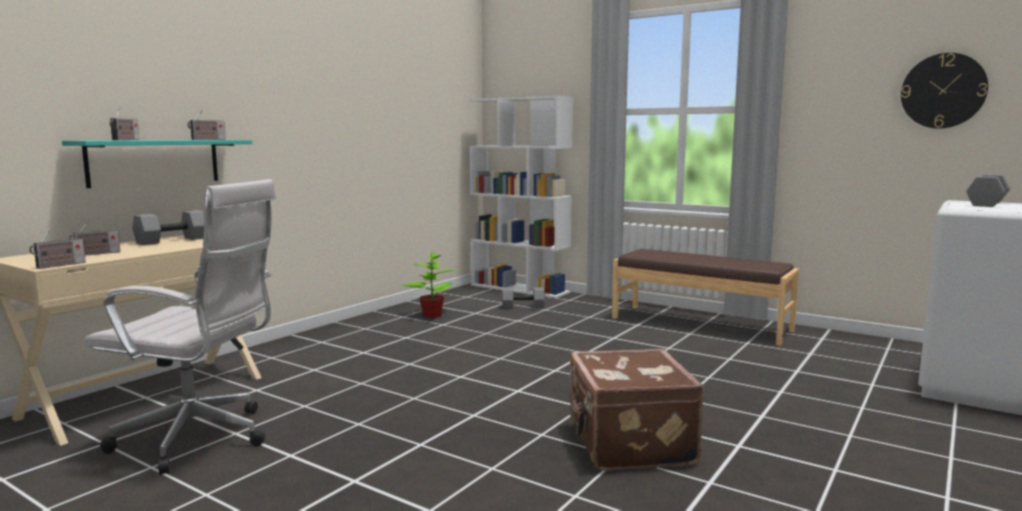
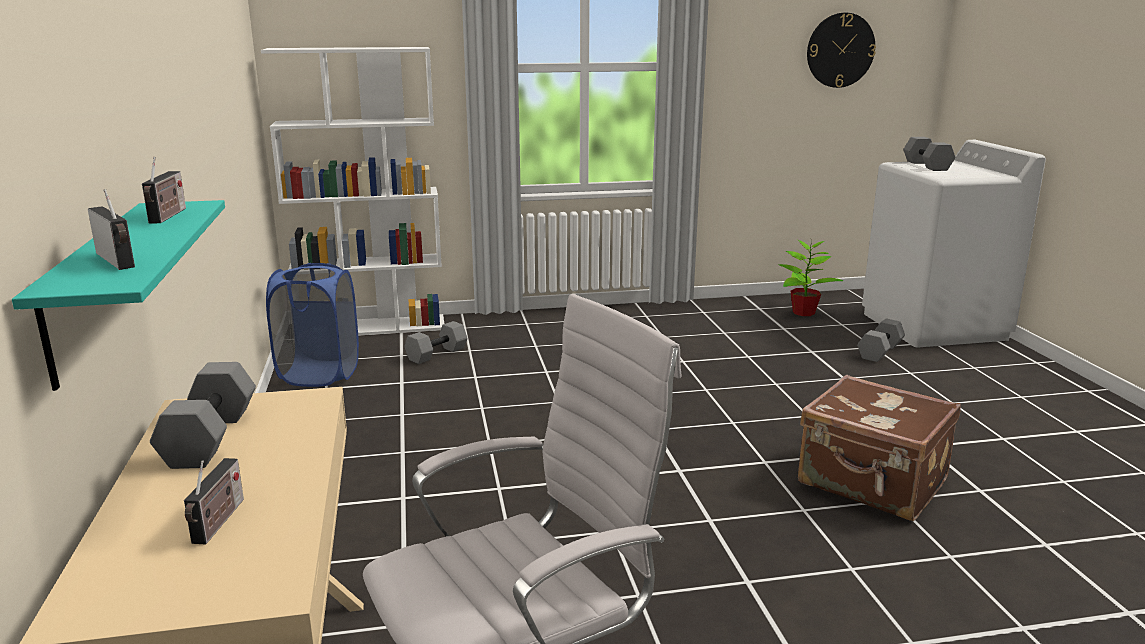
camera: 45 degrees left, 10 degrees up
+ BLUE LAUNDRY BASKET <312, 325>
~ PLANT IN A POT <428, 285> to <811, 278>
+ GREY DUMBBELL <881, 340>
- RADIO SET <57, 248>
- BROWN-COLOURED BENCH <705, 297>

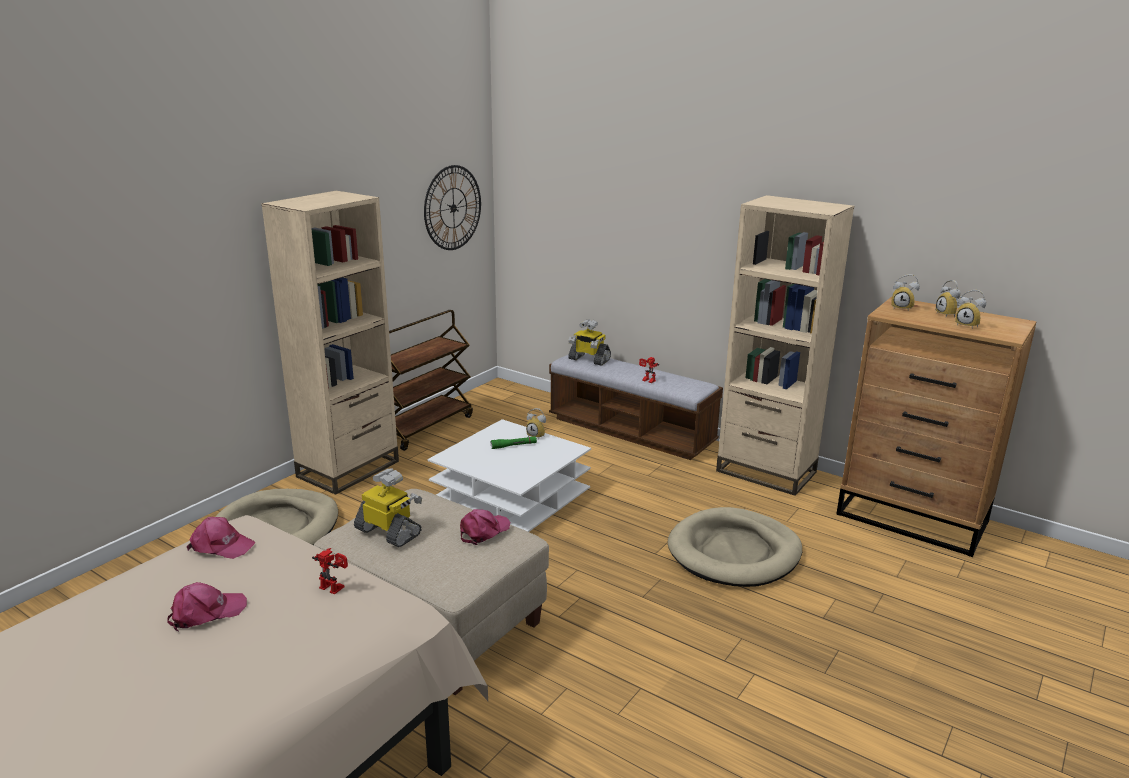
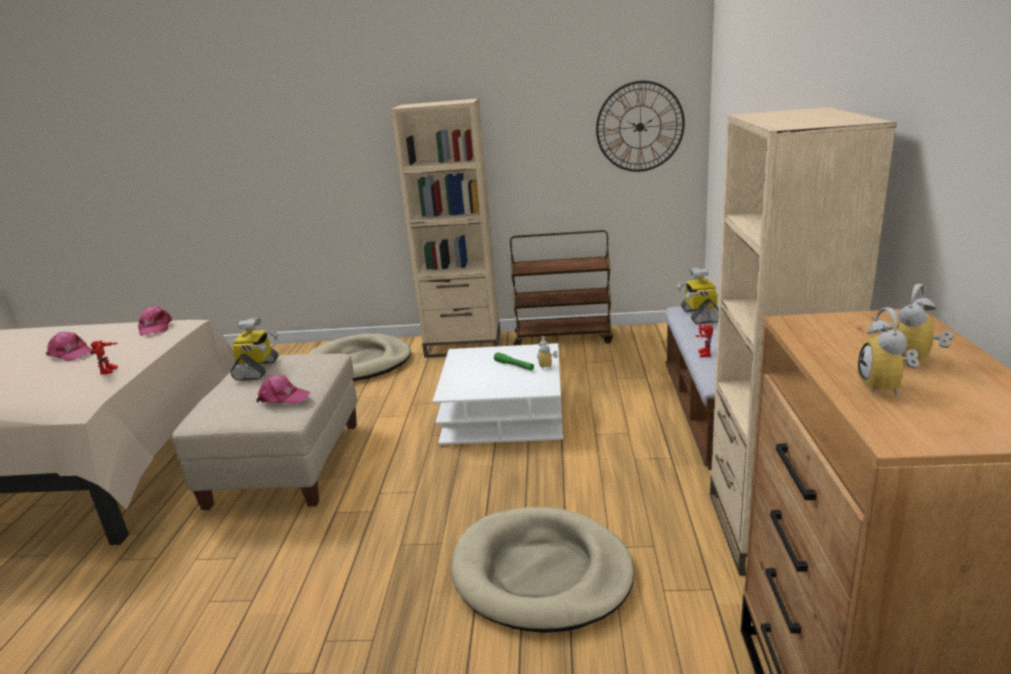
camera: 60 degrees right, 0 degrees up
- TABLE CLOCK <905, 291>

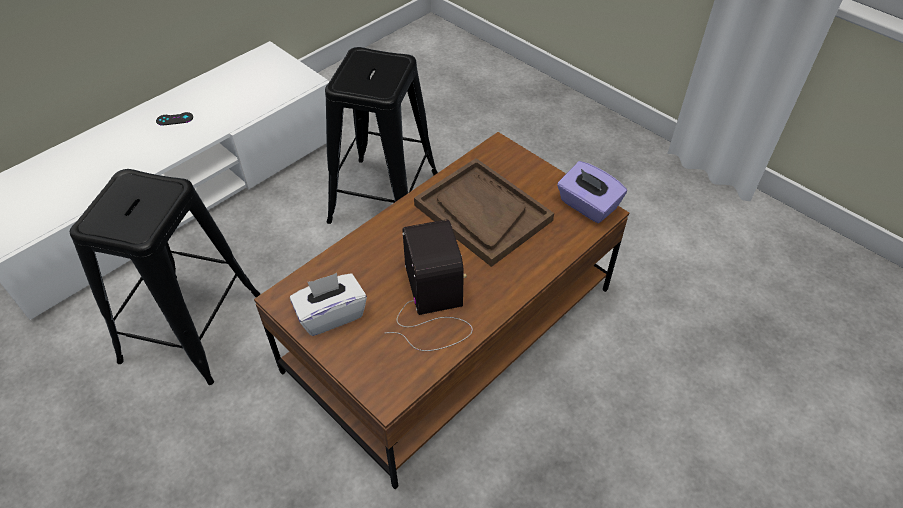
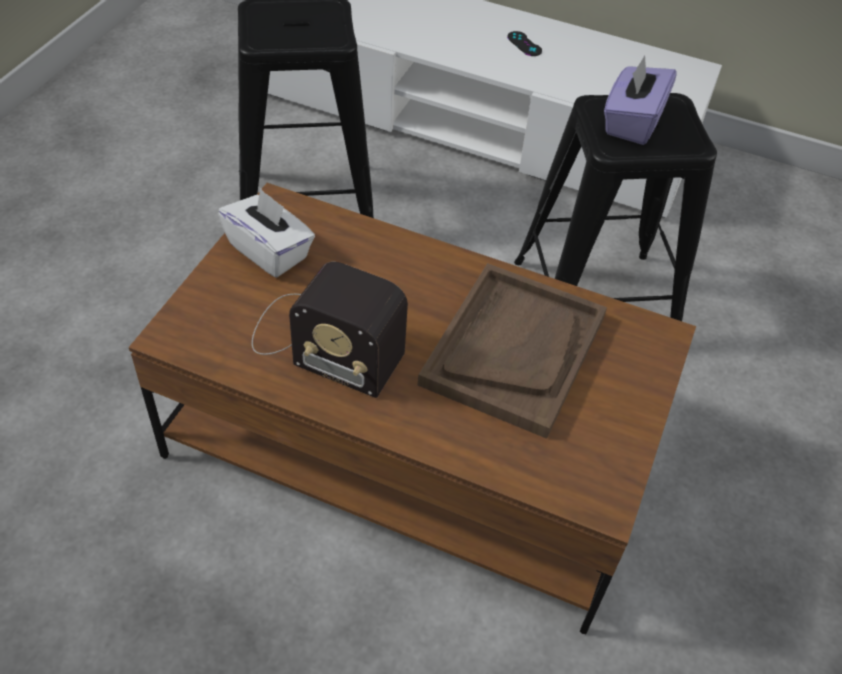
camera: 65 degrees right, 0 degrees up
~ RADIO SET <429, 285> = <330, 330> 60 degrees clockwise
~ PURPLISH BOX OF TISSUES <592, 192> to <640, 100>

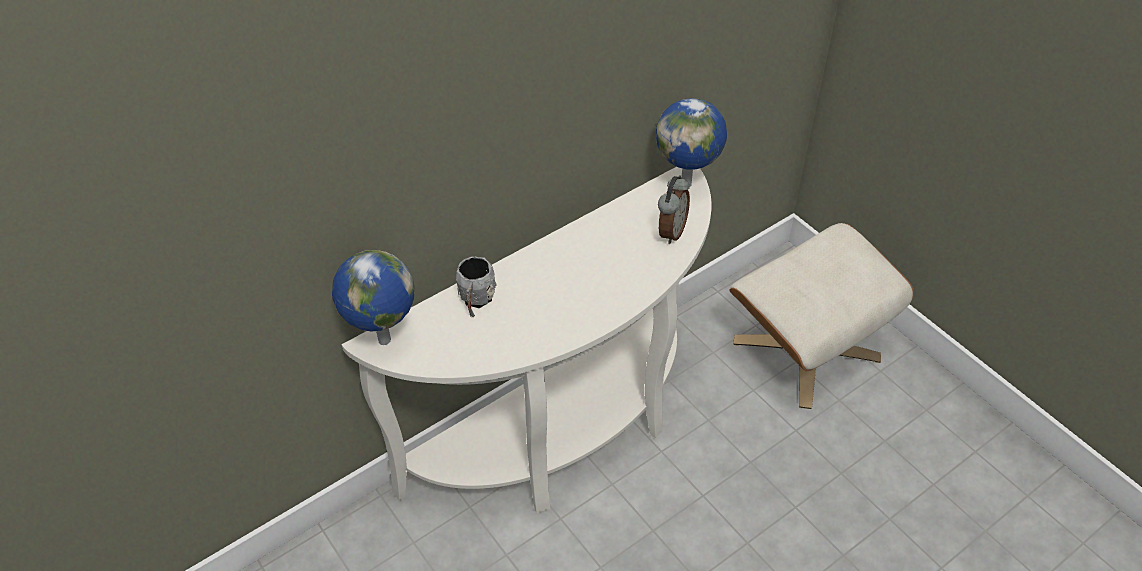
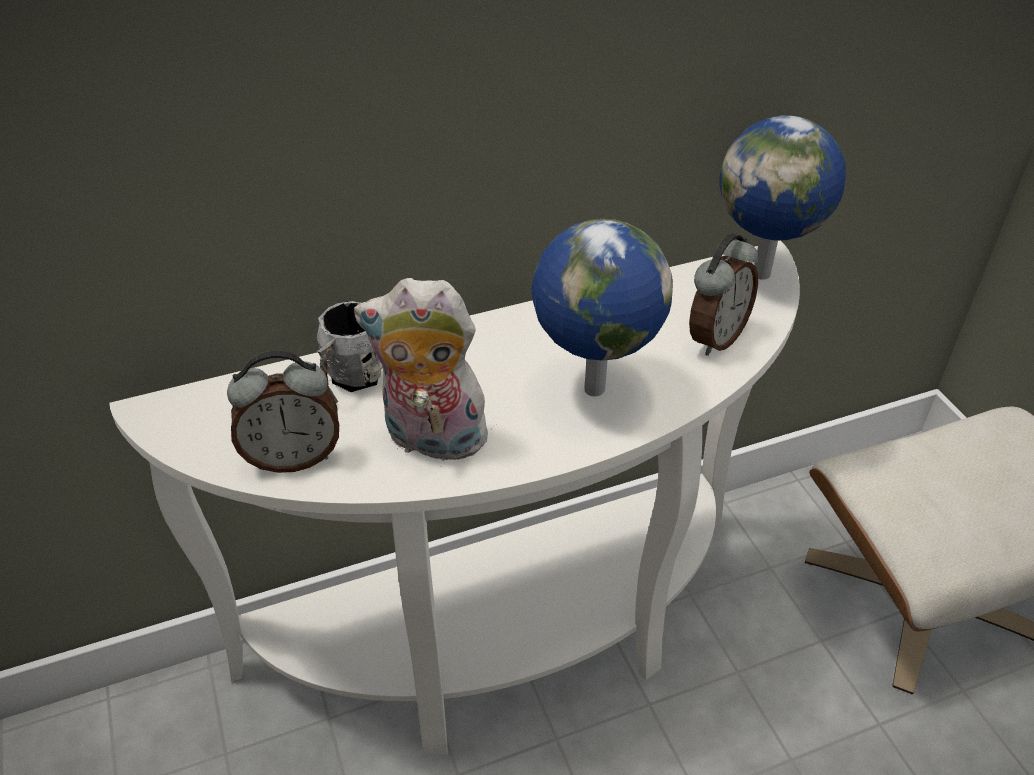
camera: 15 degrees right, 5 degrees down
+ TABLE CLOCK <283, 412>
+ PLUSH TOY <423, 372>
~ GLOBE <373, 297> to <602, 307>

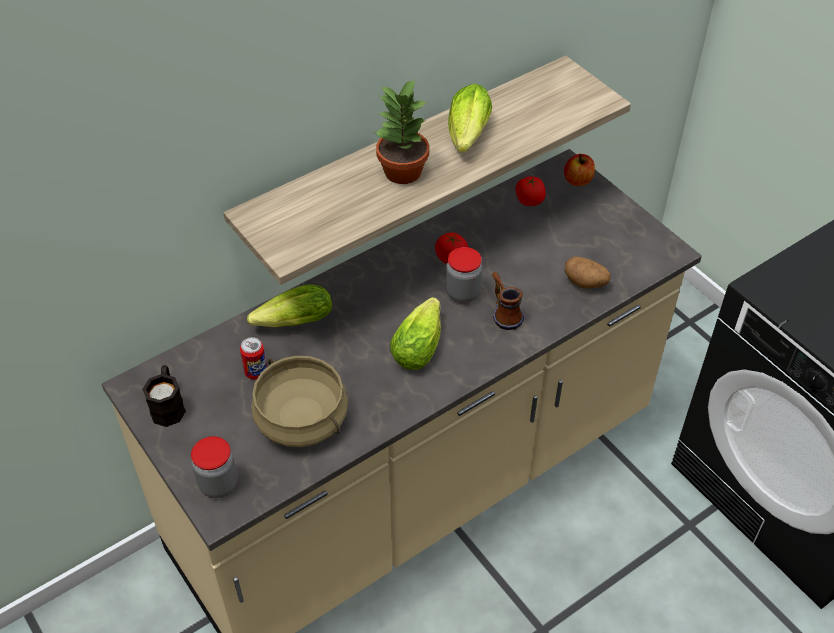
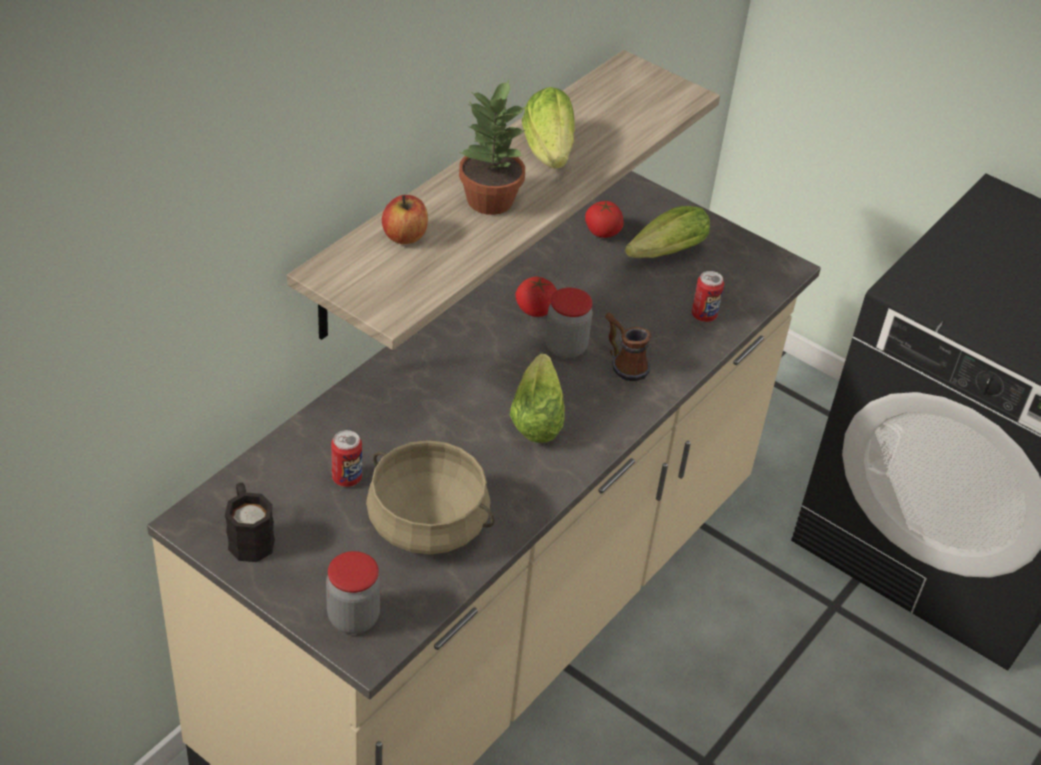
camera: 20 degrees left, 5 degrees down
~ APPLE <579, 170> to <405, 219>
~ LETTUCE HEAD <289, 305> to <667, 232>
~ SPUD <588, 272> to METAL CAN <707, 296>

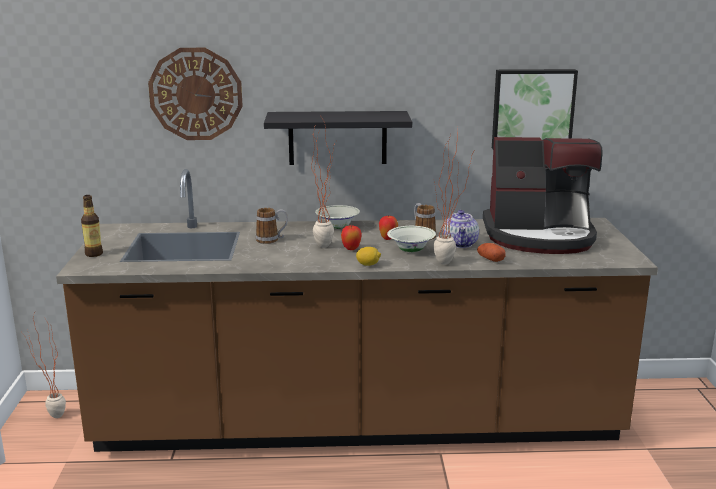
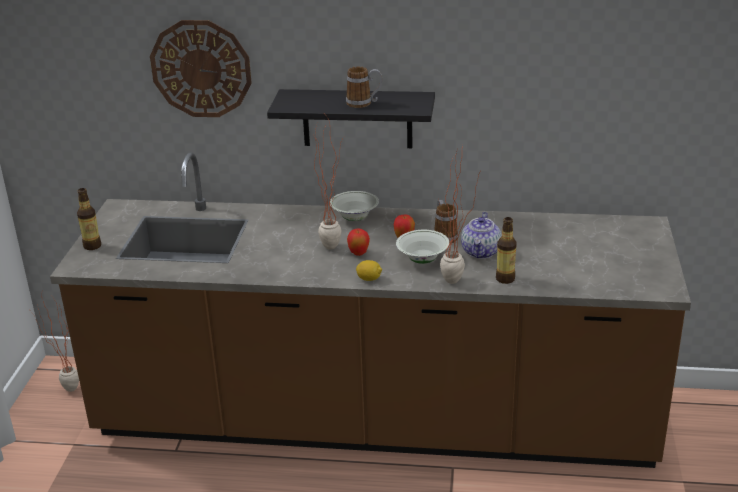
camera: 10 degrees right, 10 degrees up
~ TEA MUG <272, 226> to <364, 87>
~ SPUD <491, 252> to DRINK BOTTLE <506, 250>
- COFFEE MACHINE <542, 195>
- PICTURE <535, 109>

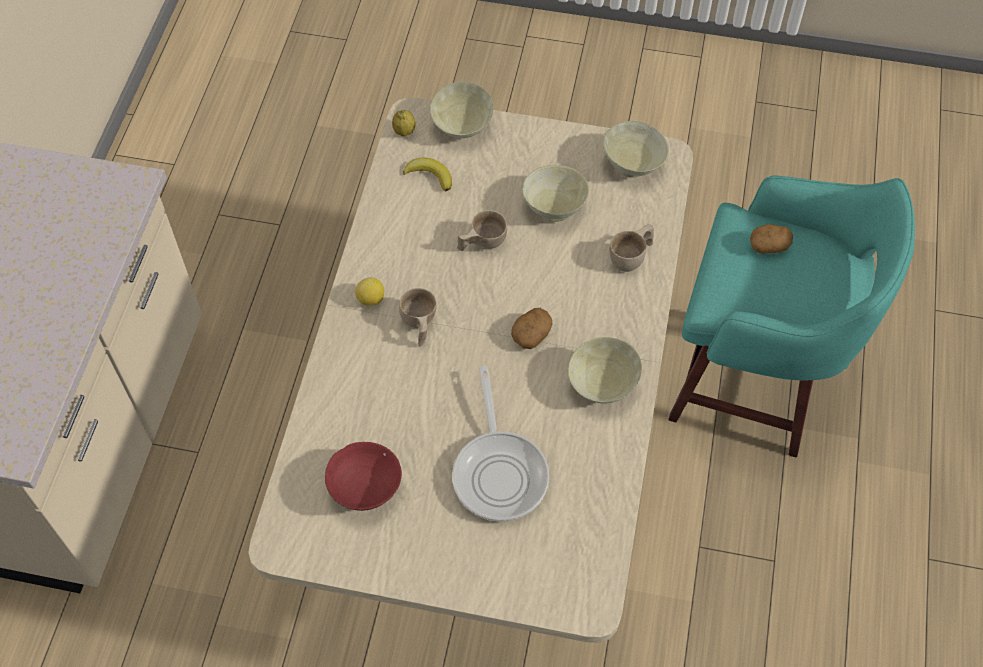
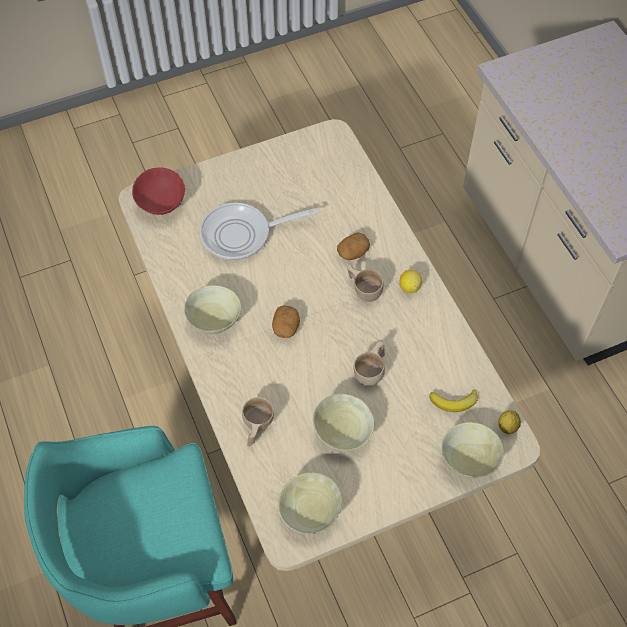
camera: 145 degrees right, 0 degrees up
~ RED-COLOURED BOWL <363, 476> to <158, 191>
~ FRYING PAN <500, 444> = <259, 231> 60 degrees counterclockwise
~ SPUD <771, 239> to <353, 246>

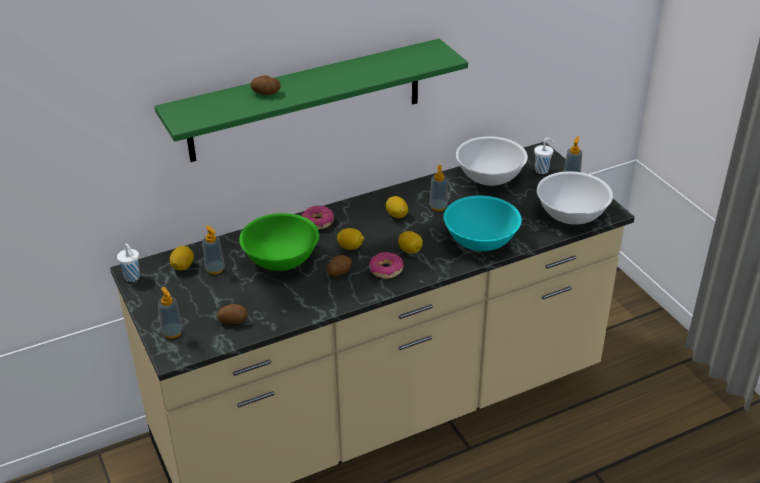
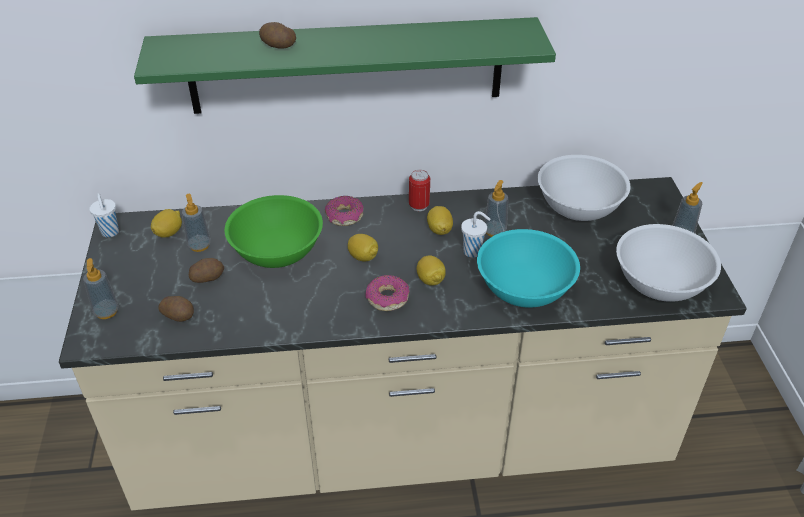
camera: 20 degrees right, 5 degrees up
~ SPUD <339, 266> to <206, 270>
+ METAL CAN <419, 190>
~ WHITISH SMALL CUP <544, 156> to <476, 234>

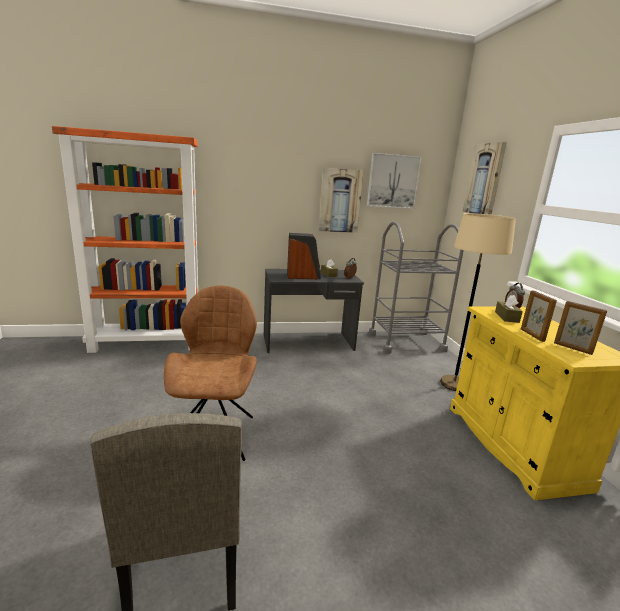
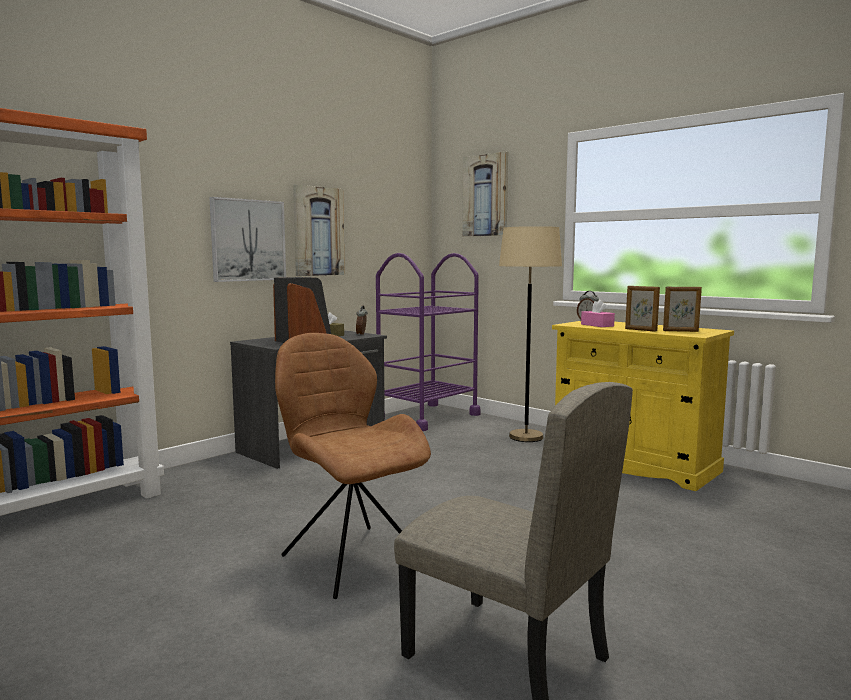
camera: 35 degrees left, 10 degrees down
~ PICTURE <394, 181> to <247, 239>
~ GREY TROLLEY <416, 288> to PURPLISH TROLLEY <428, 342>
~ BROWN-COLOURED BOX OF TISSUES <509, 309> to PINK-COLOURED BOX OF TISSUES <598, 313>

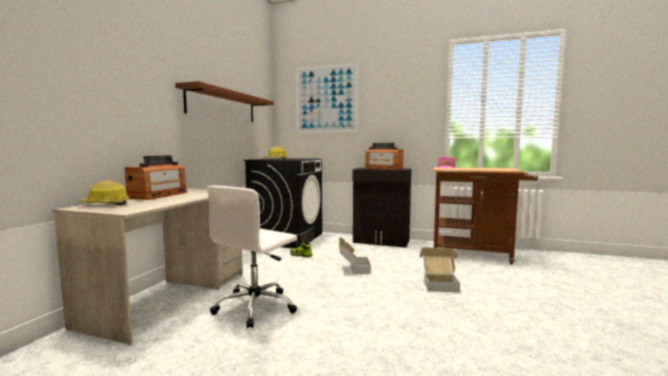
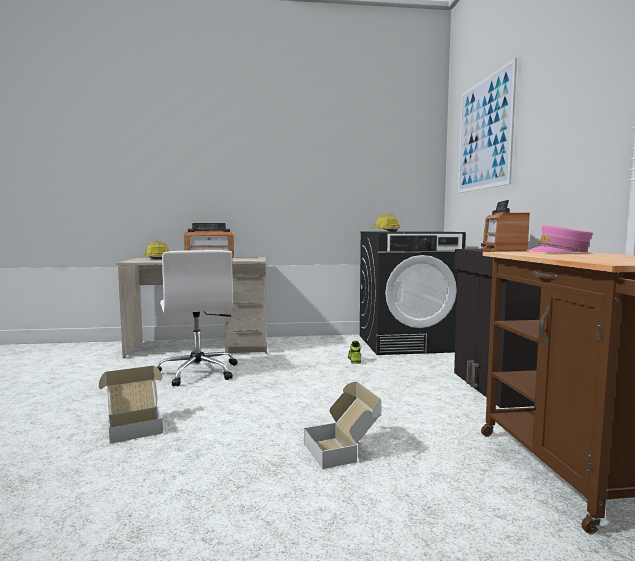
camera: 65 degrees right, 0 degrees up
~ PACKING BOX <355, 256> to <131, 405>
~ WHITISH COMPUTER CHAIR <252, 256> = <197, 318> 120 degrees counterclockwise
- BROWN-COLOURED BRACKET SHELF <224, 101>

